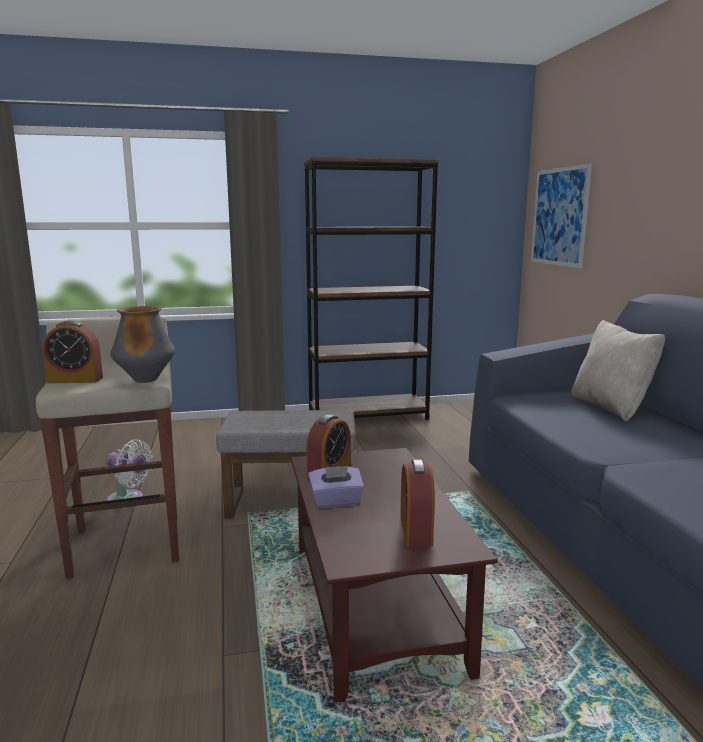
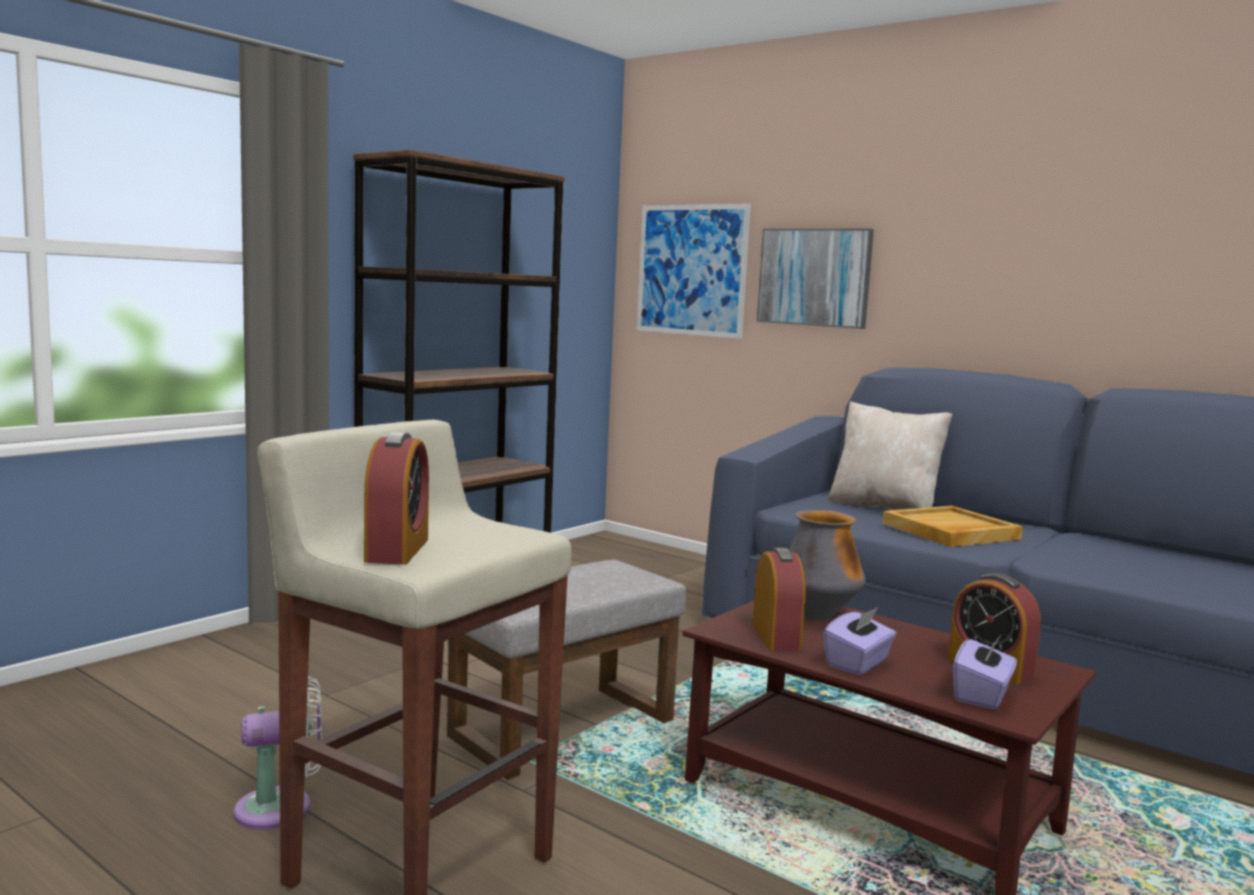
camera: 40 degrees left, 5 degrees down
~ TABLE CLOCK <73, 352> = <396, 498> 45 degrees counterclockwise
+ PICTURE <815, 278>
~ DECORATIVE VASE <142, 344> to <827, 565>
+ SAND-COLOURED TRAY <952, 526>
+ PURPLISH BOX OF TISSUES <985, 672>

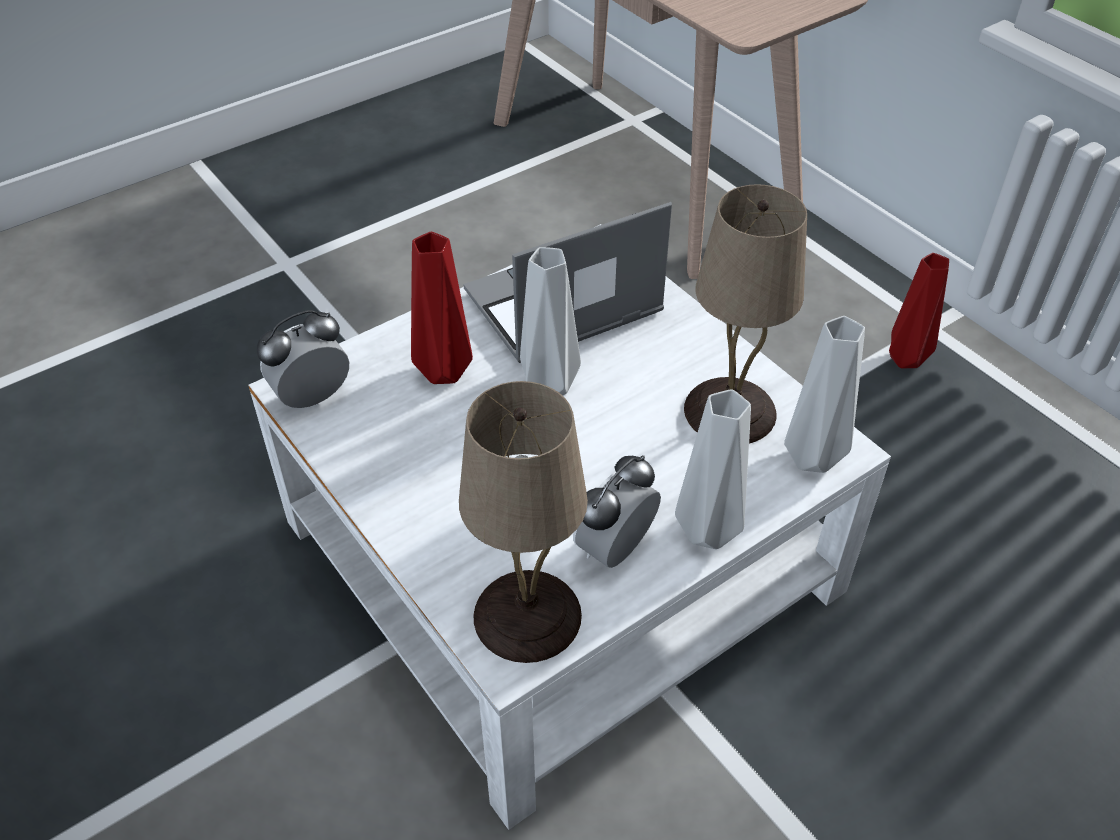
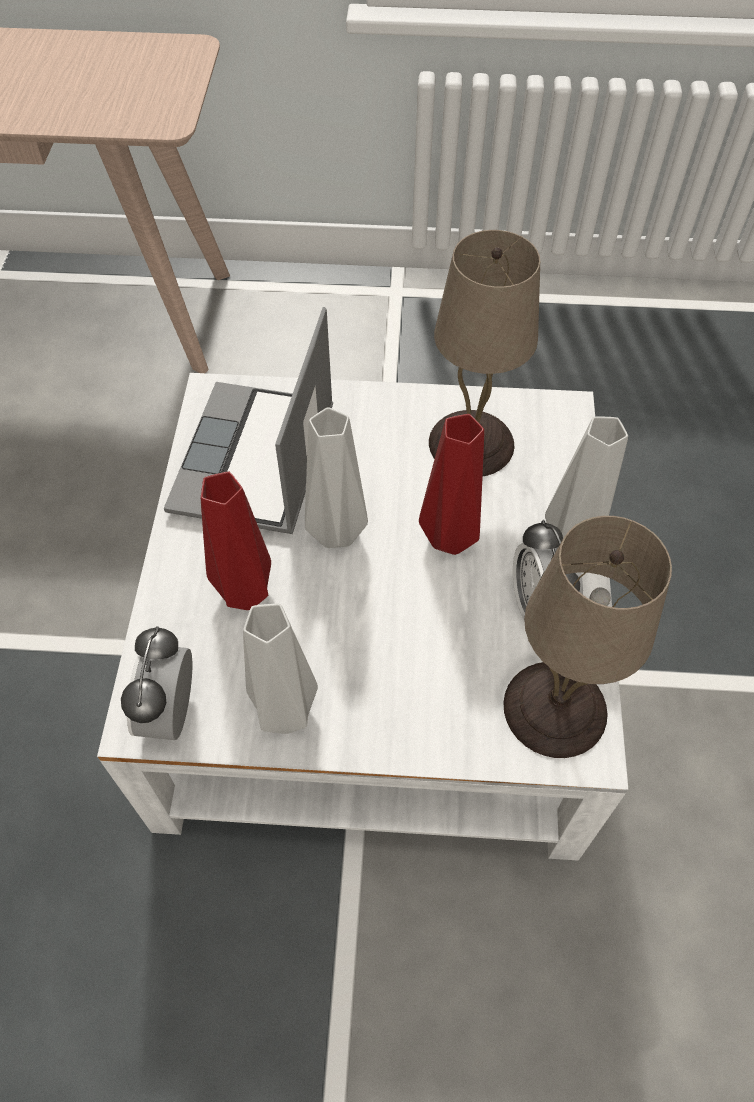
camera: 50 degrees left, 10 degrees up
~ GREY DECORATIVE VASE <824, 394> to <280, 669>
~ RED-COLOURED DECORATIVE VASE <919, 310> to <451, 484>

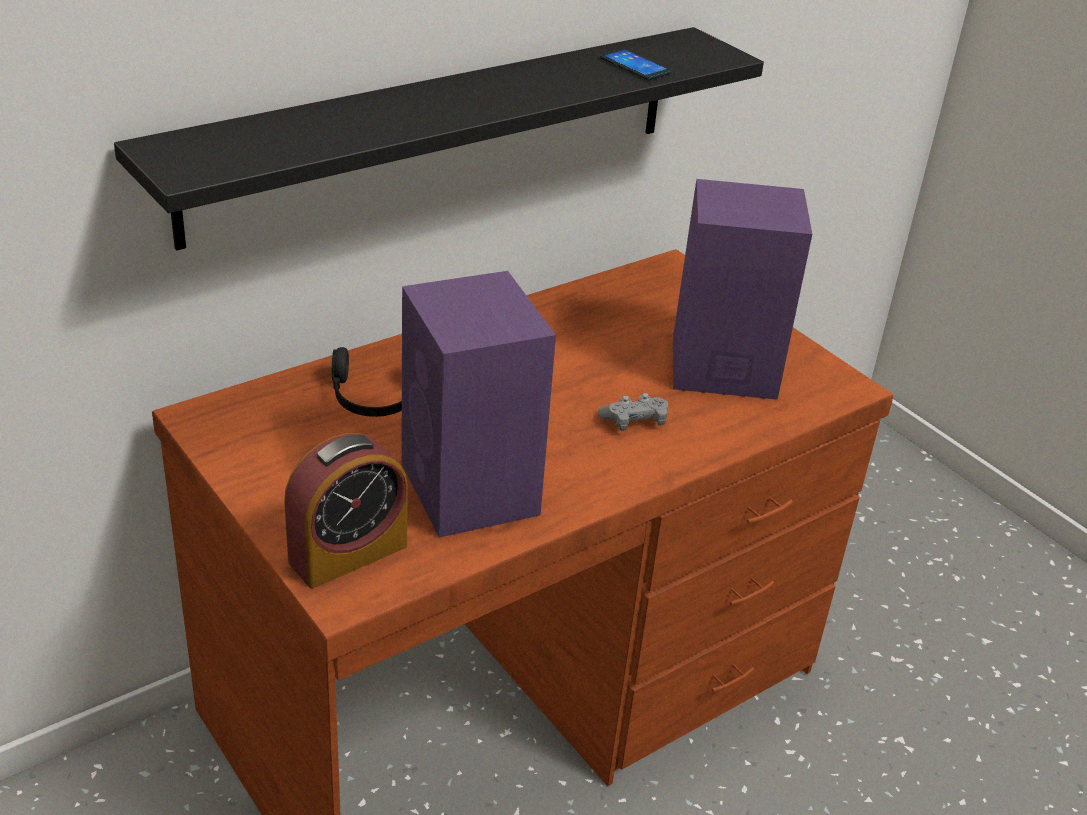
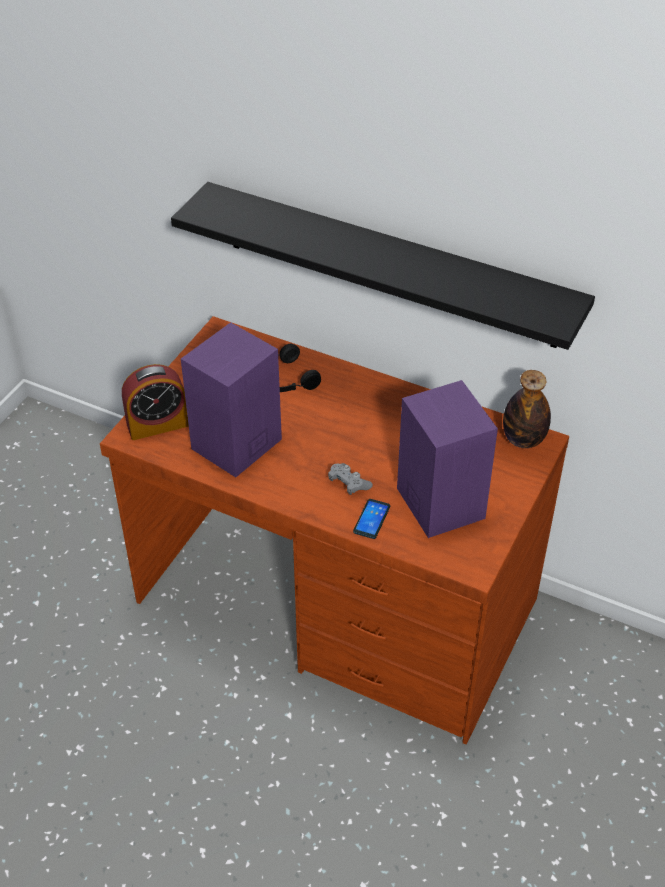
camera: 65 degrees right, 10 degrees up
~ TABLE CLOCK <346, 510> = <155, 402> 45 degrees counterclockwise
~ TELEPHONE <636, 64> to <371, 519>
+ DRINK BOTTLE <527, 409>

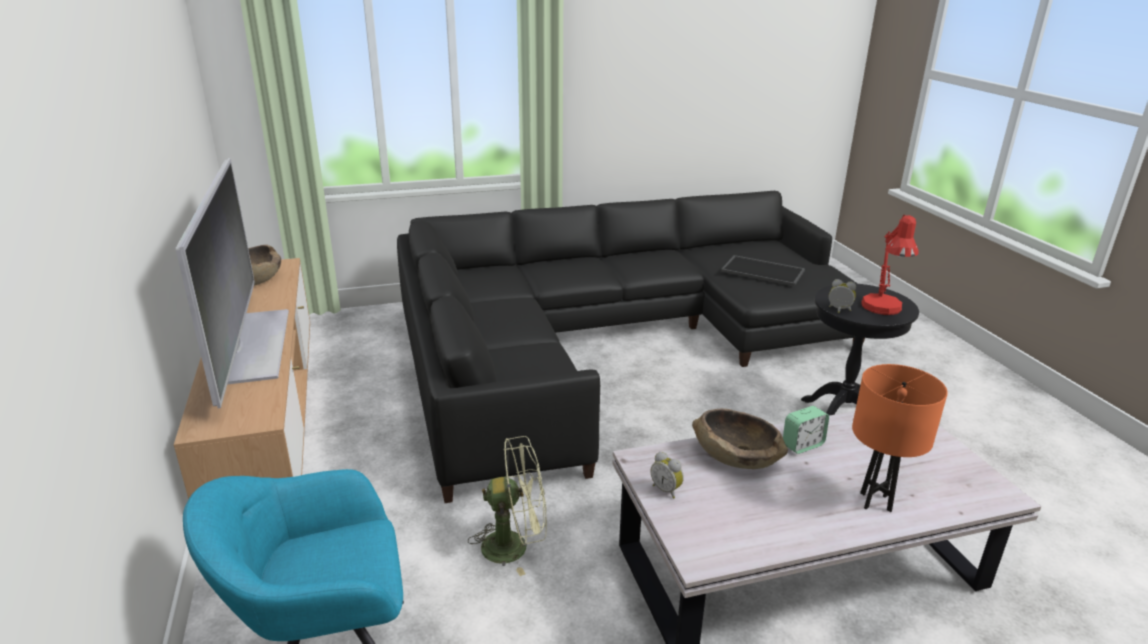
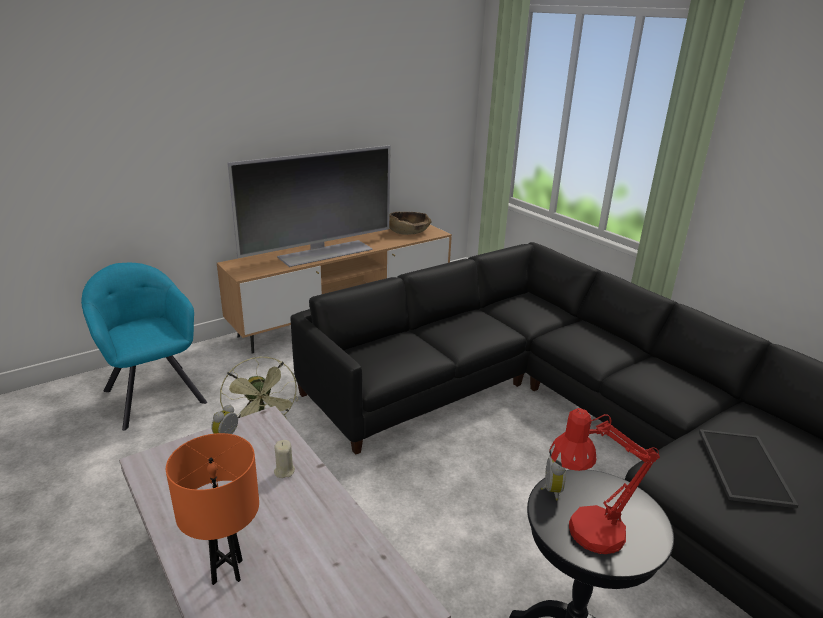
camera: 70 degrees right, 0 degrees up
~ BROWN-COLOURED BOWL <740, 439> to SAND-COLOURED WAX CANDLE <284, 459>
- TABLE CLOCK <806, 430>

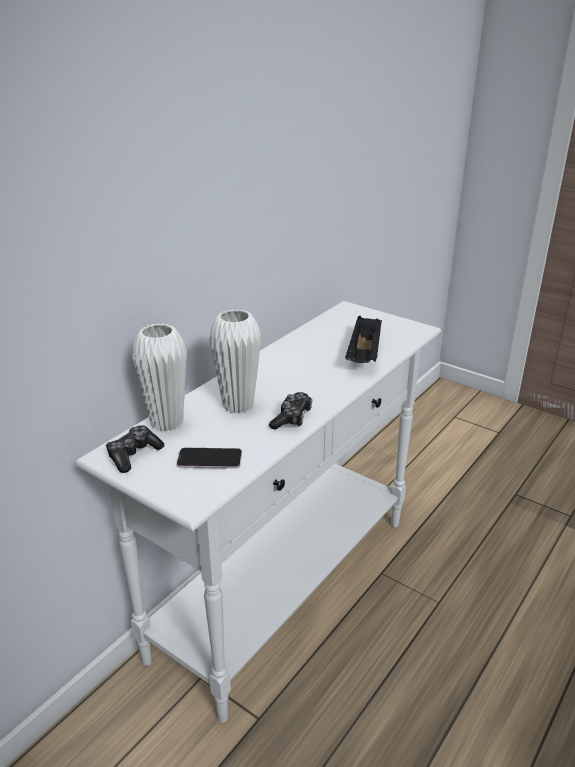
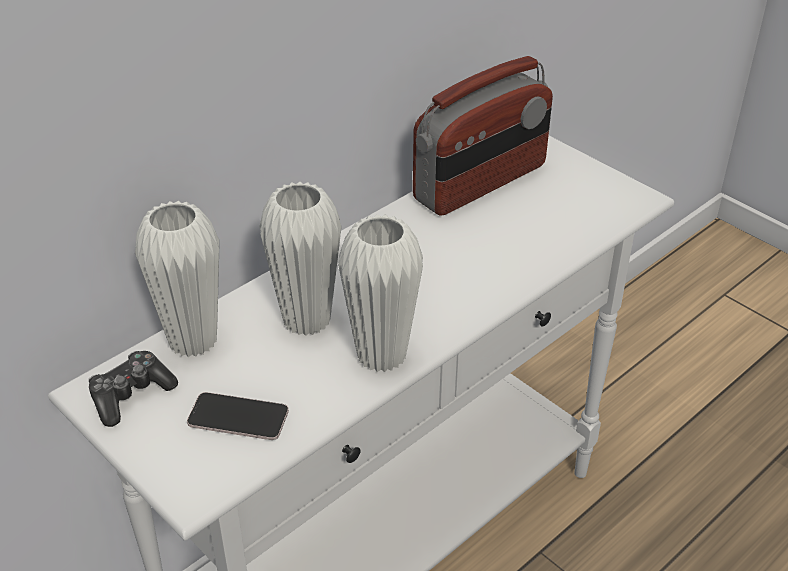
camera: 10 degrees right, 10 degrees up
~ GAMEPAD <290, 411> to WHITISH DECORATIVE VASE <380, 293>
+ RADIO SET <483, 136>
- BLACKISH TRAY <363, 339>

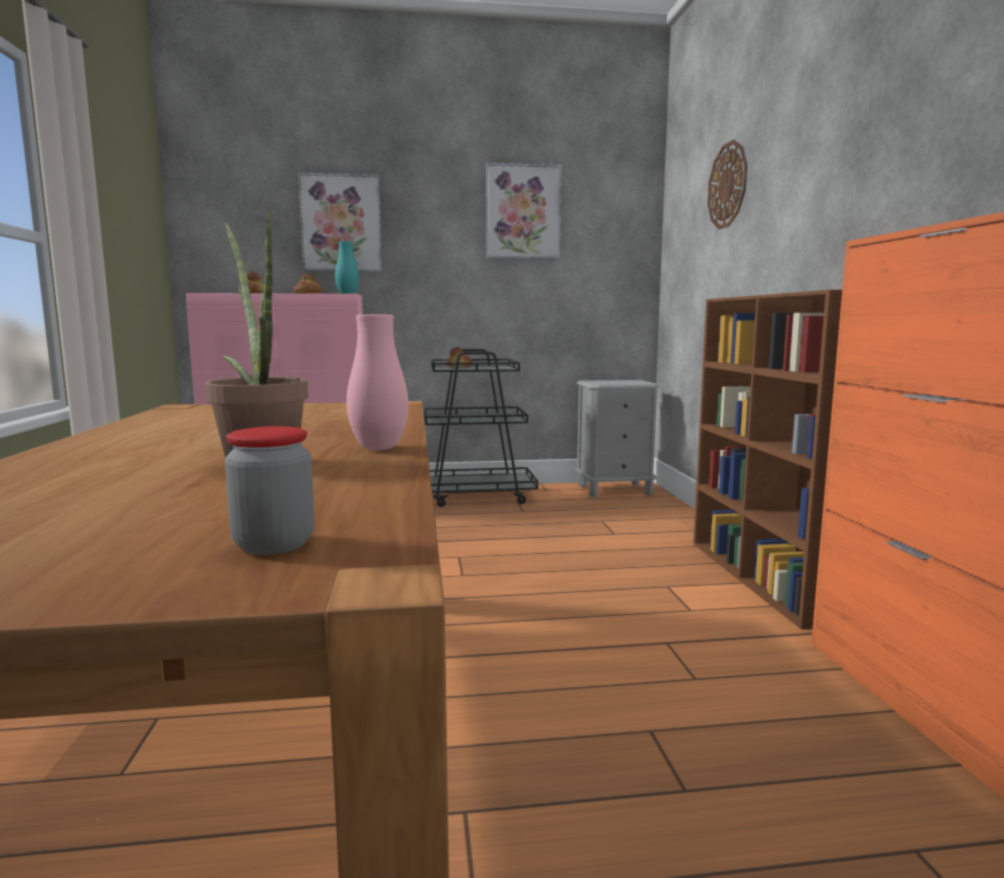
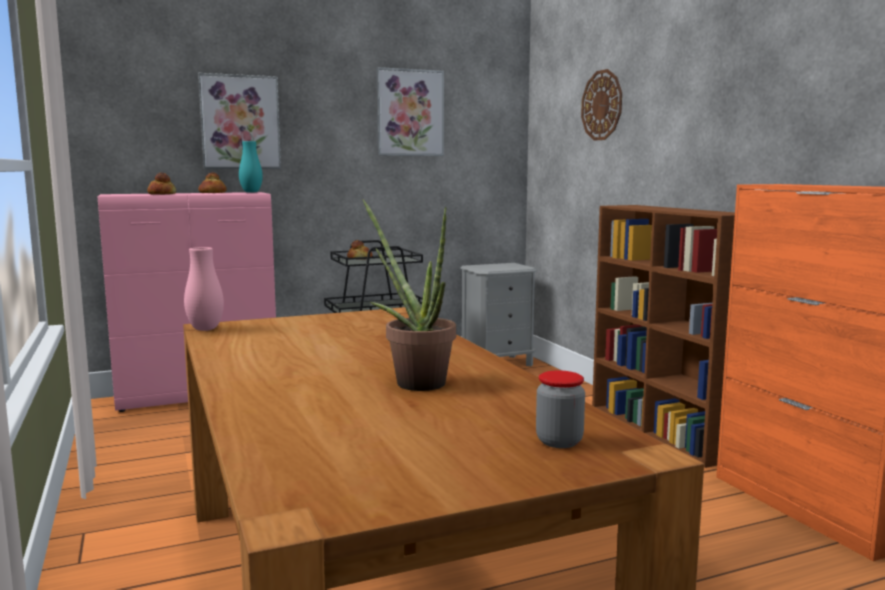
camera: 15 degrees left, 0 degrees up
~ PINK-COLOURED DECORATIVE VASE <377, 382> to <204, 289>

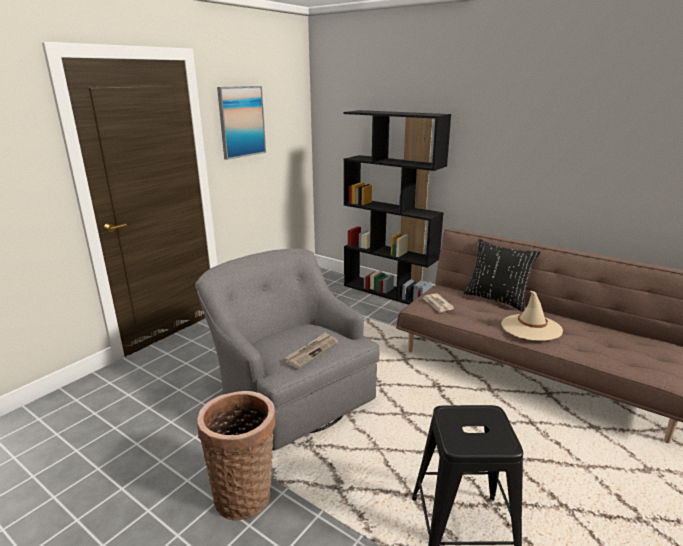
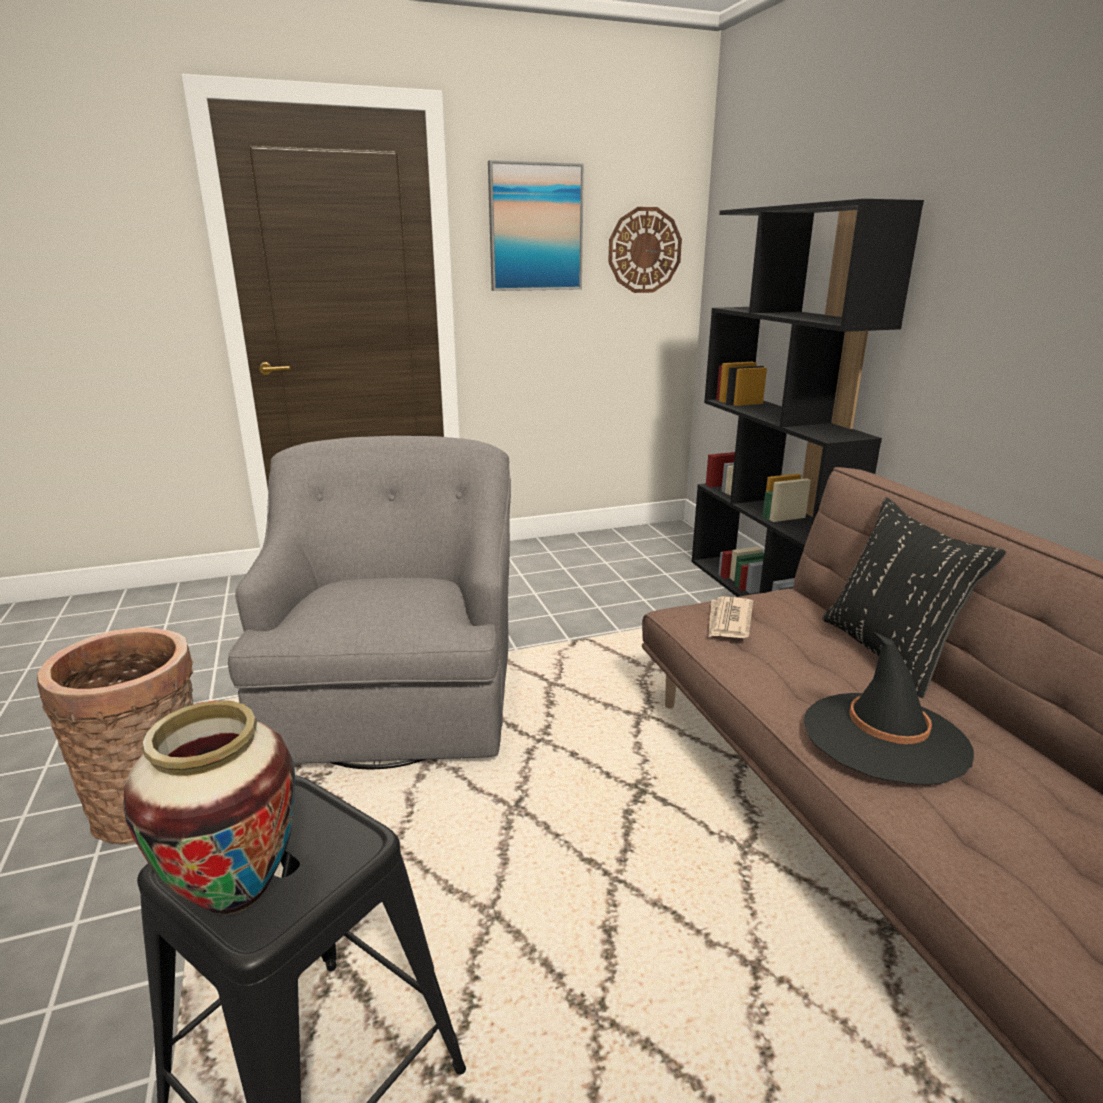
camera: 35 degrees right, 0 degrees up
+ DECORATIVE VASE <209, 807>
+ HANGING CLOCK <645, 250>
~ SAND-COLOURED CLOTHING HAT <532, 315> to BLACKISH CLOTHING HAT <889, 708>
- PRINTED PAPER <311, 350>

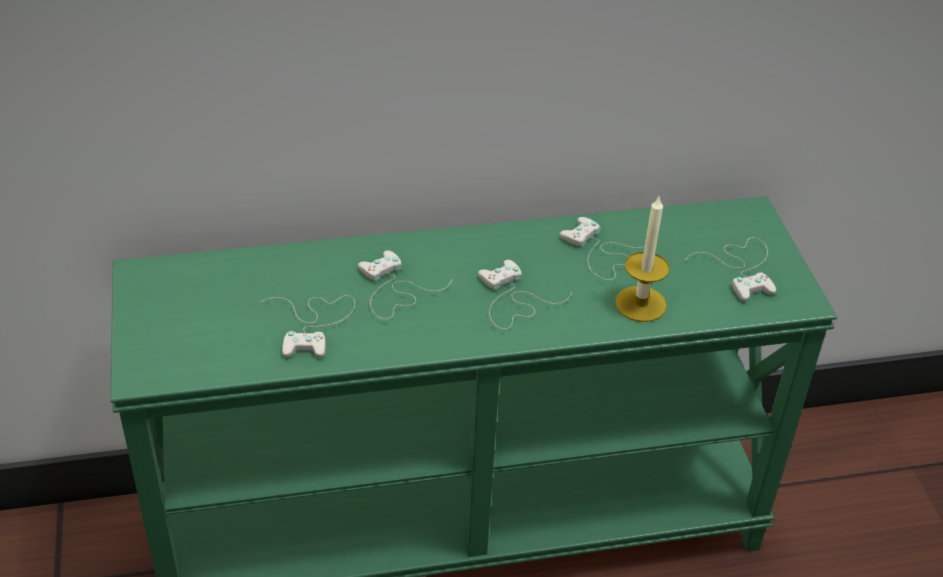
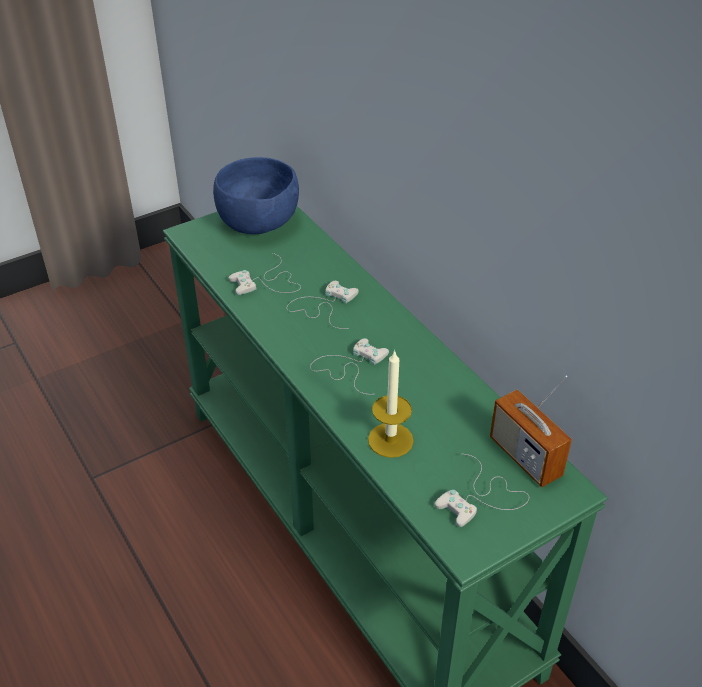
camera: 70 degrees right, 0 degrees up
+ BLUE BOWL <256, 195>
+ RADIO SET <531, 432>
- WHITISH GAMEPAD <602, 248>

